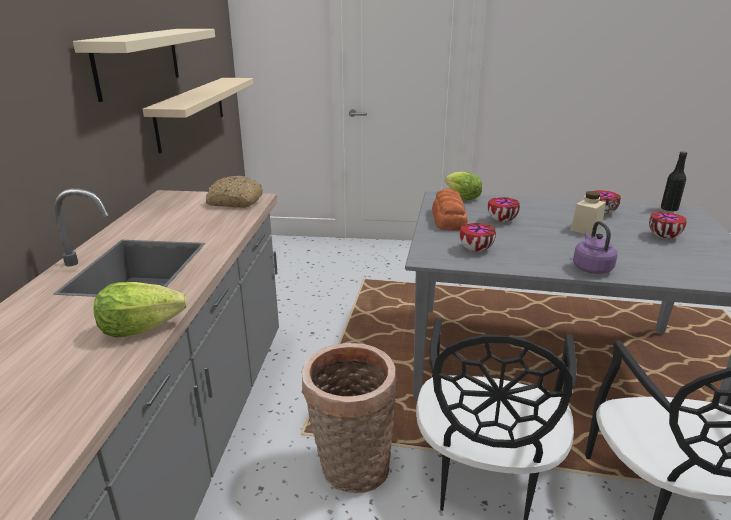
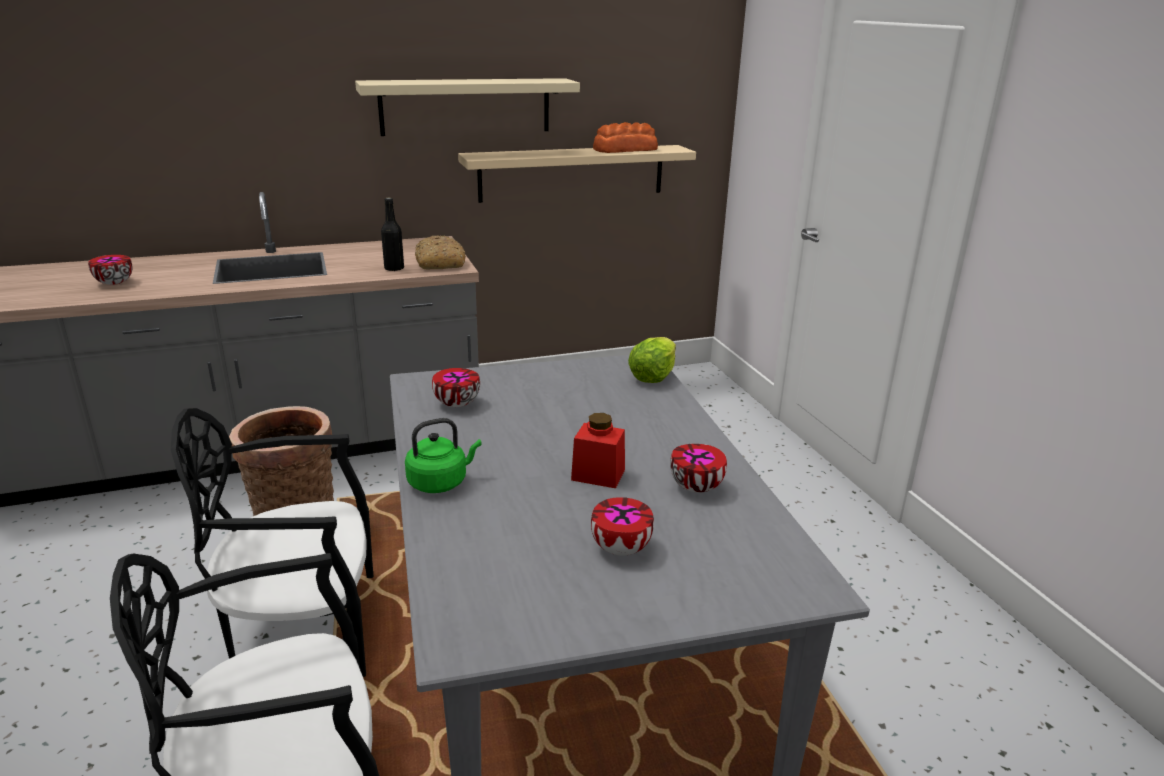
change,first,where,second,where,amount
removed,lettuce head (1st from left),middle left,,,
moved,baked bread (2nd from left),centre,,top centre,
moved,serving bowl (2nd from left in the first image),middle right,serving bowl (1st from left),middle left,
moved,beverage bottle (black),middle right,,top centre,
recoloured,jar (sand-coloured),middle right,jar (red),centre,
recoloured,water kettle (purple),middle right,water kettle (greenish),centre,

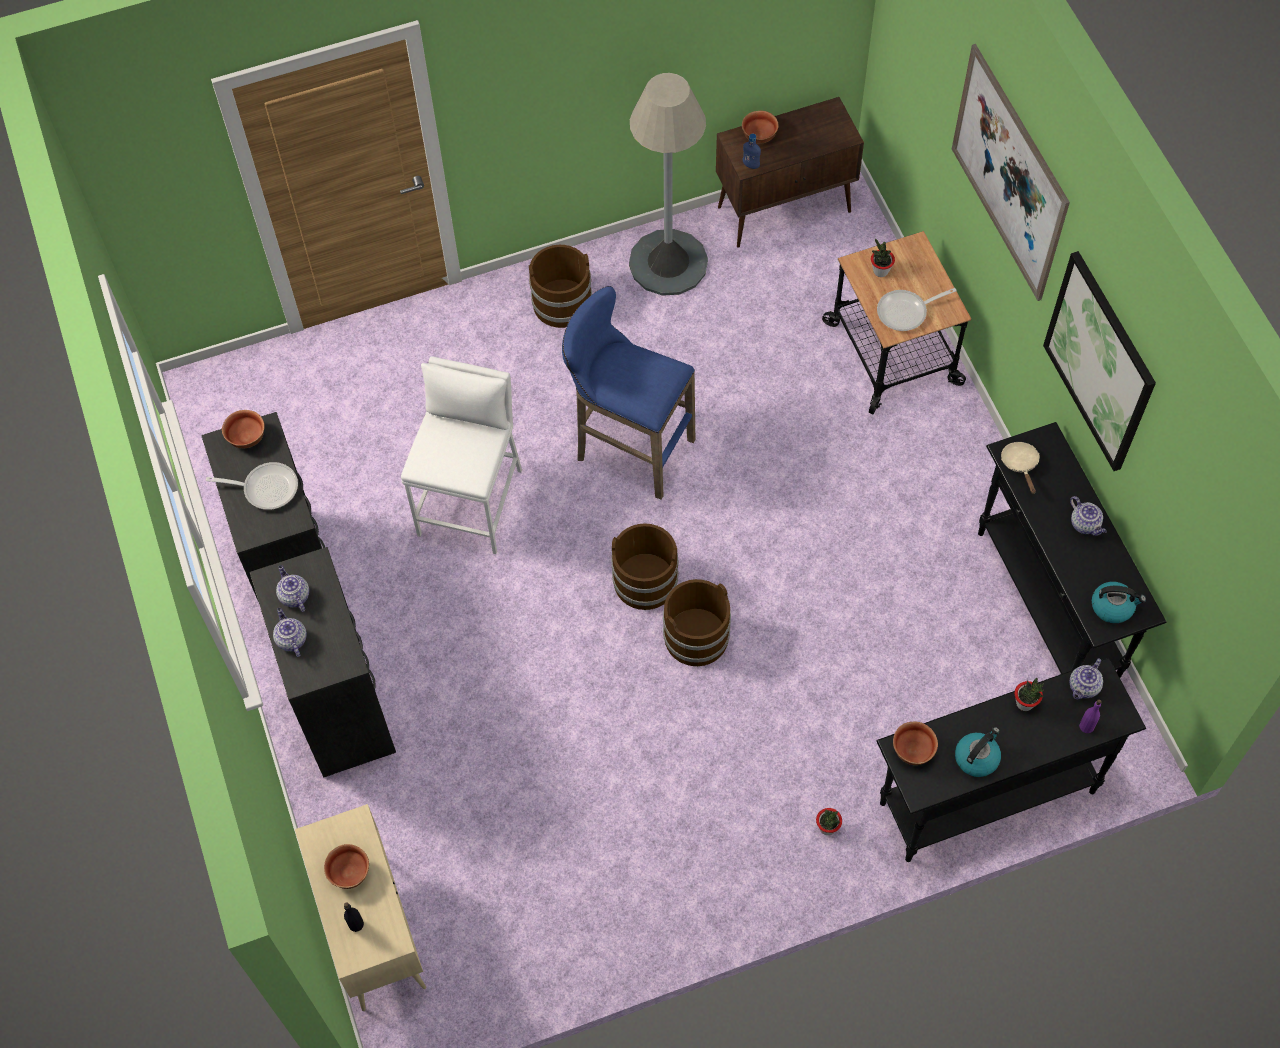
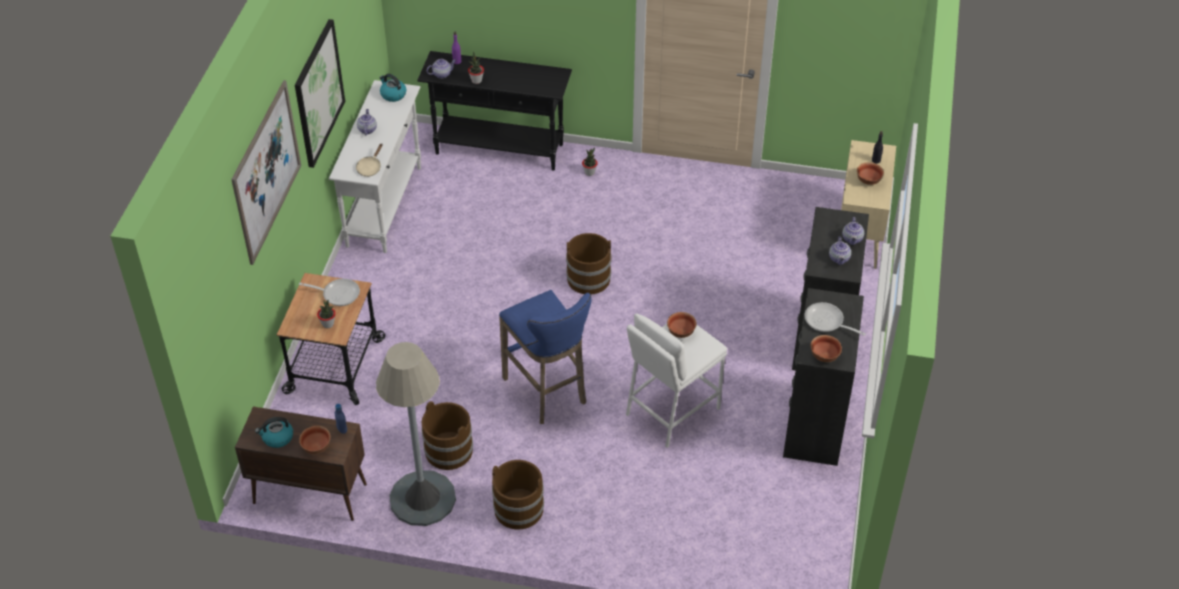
change,first,where,second,where,amount
moved,bucket (brown) (2nd from left in the first image),centre,bucket (brown) (1st from left),bottom centre,
moved,serving bowl (4th from left in the first image),bottom right,serving bowl (2nd from left),centre,
moved,water kettle (1st from left),bottom right,,bottom left,
recoloured,hall table (black) (2nd from left),middle right,hall table (white),top left,

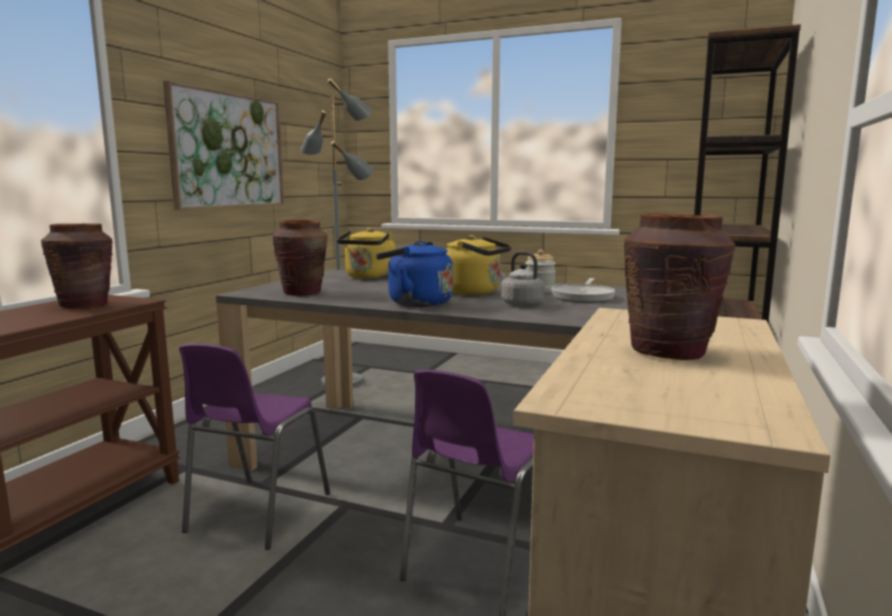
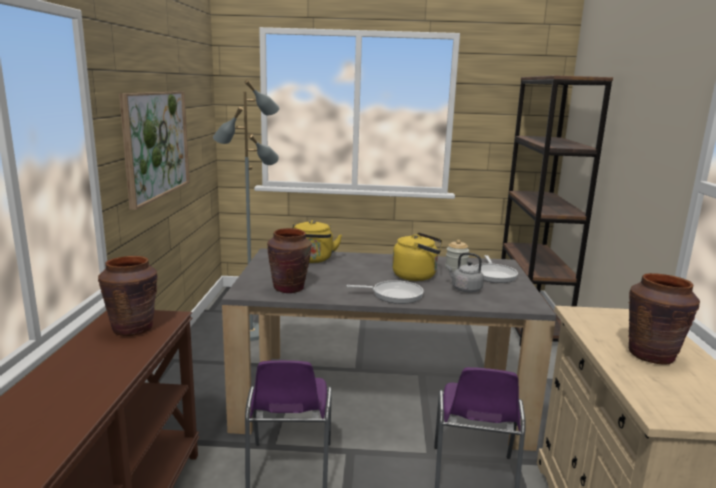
change,first,where,second,where,amount
replaced,water kettle (blue),centre,pan (1st from left),centre,

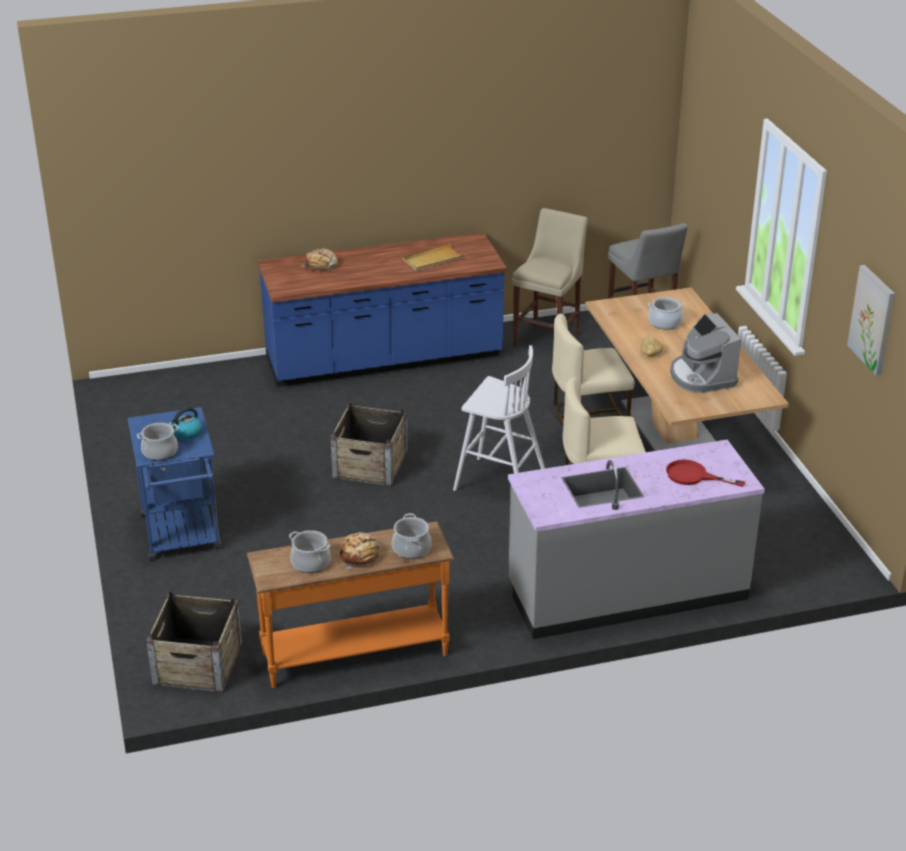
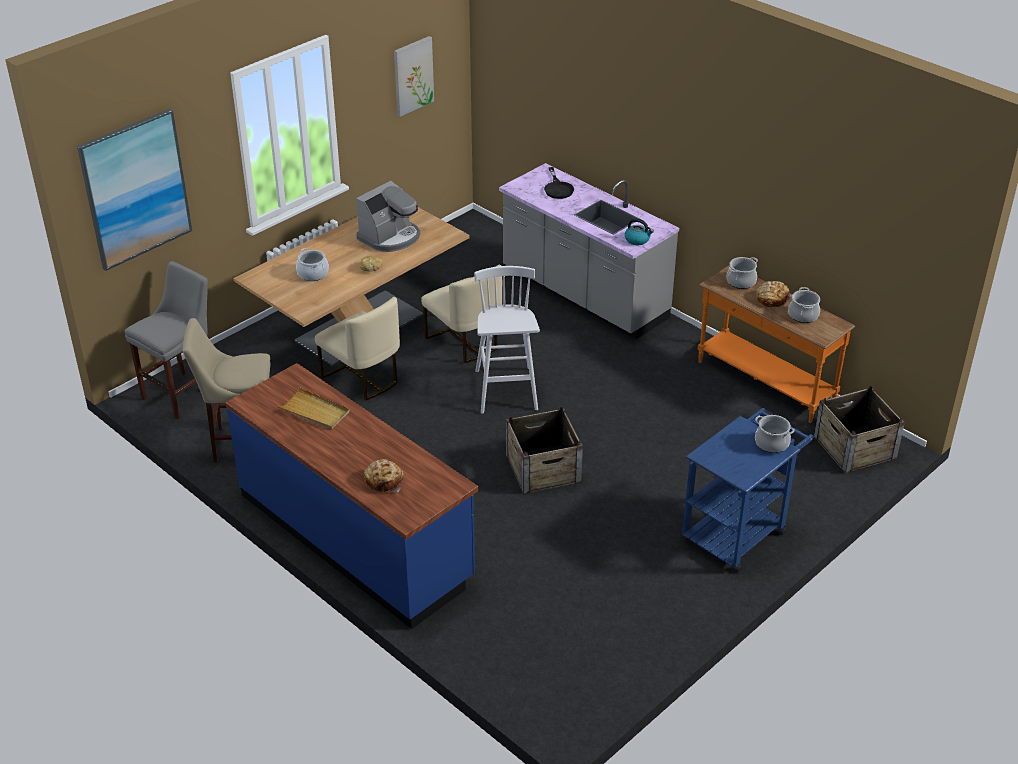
change,first,where,second,where,amount
added,,,picture (1st from left),top left,
moved,water kettle,middle left,,top centre,
recoloured,pan (red),middle right,pan (black),top centre,

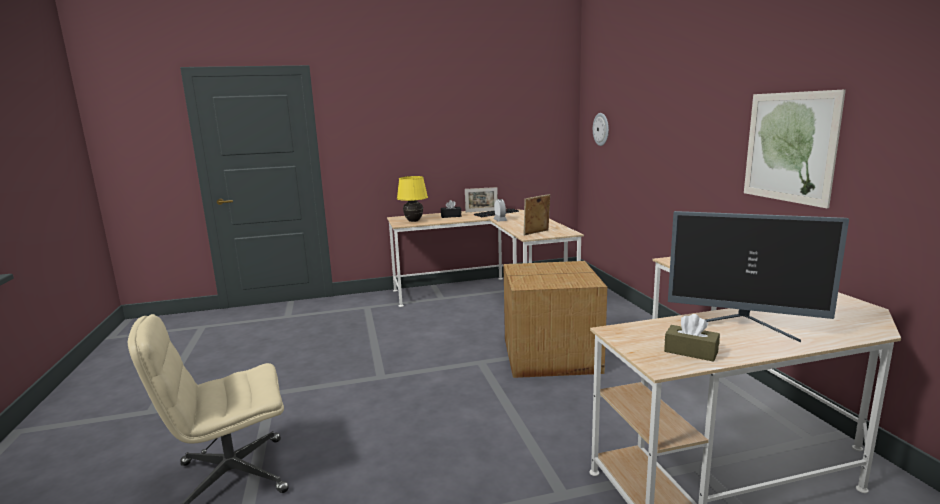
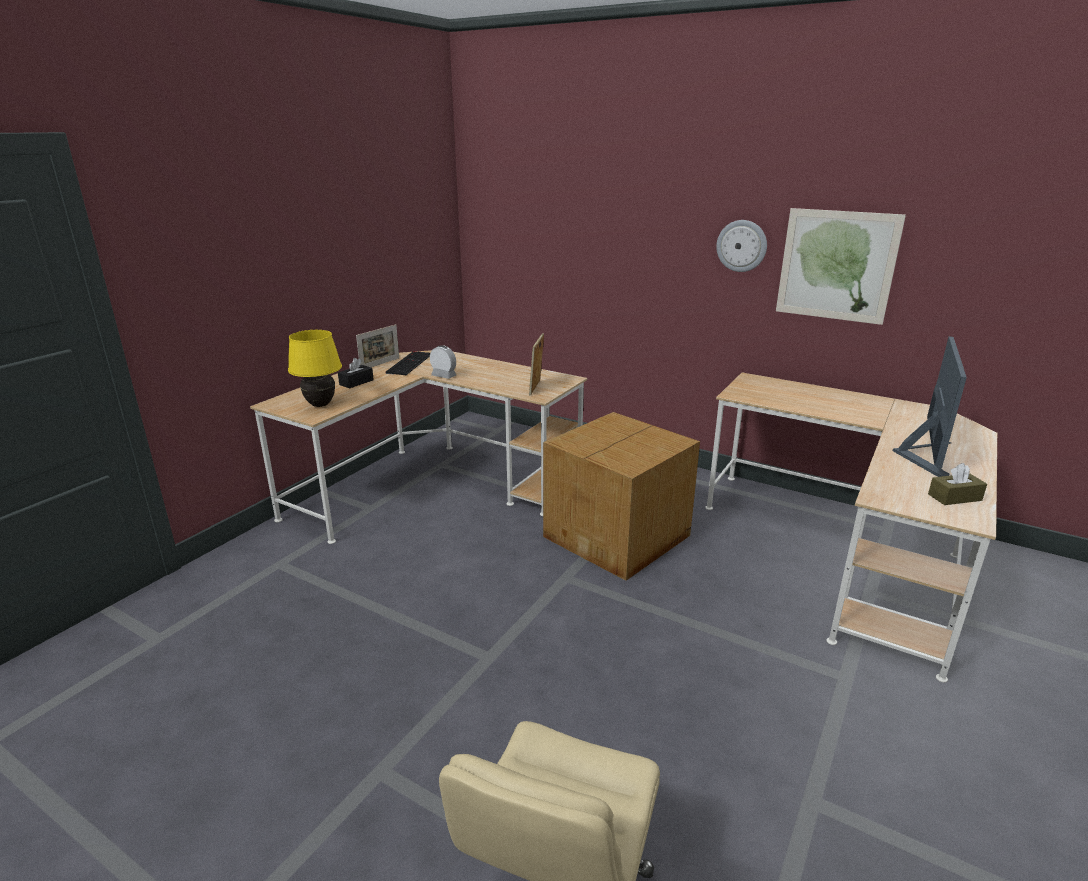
change,first,where,second,where,amount
moved,wall clock,top centre,,top right,
turned,computer screen,middle right,,middle right,45 degrees counterclockwise

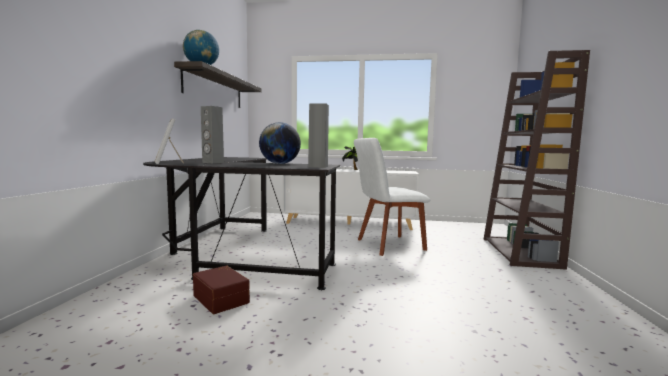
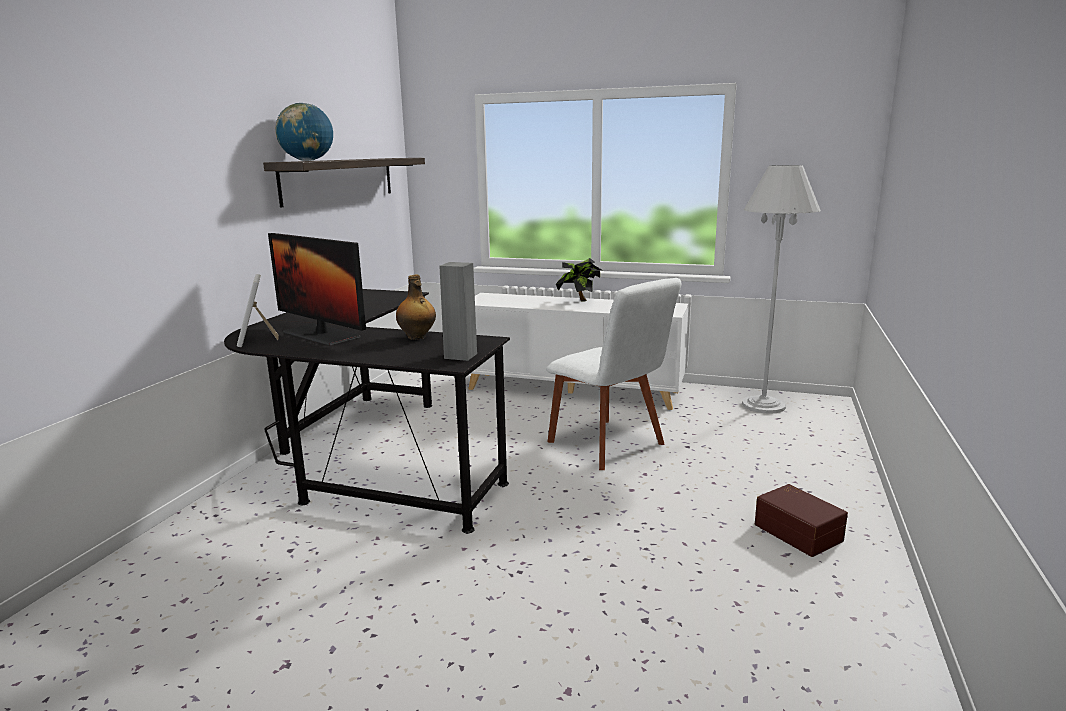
change,first,where,second,where,amount
removed,bookshelf (brown),middle right,,,
added,,,standing lamp (white),middle right,
moved,storage bin (brown),bottom left,,bottom right,
replaced,loudspeaker (greyish) (1st from left),middle left,computer screen,middle left,
replaced,globe (2nd from left),centre,beverage bottle,centre,
turned,plain chair (white),centre,,centre,120 degrees counterclockwise

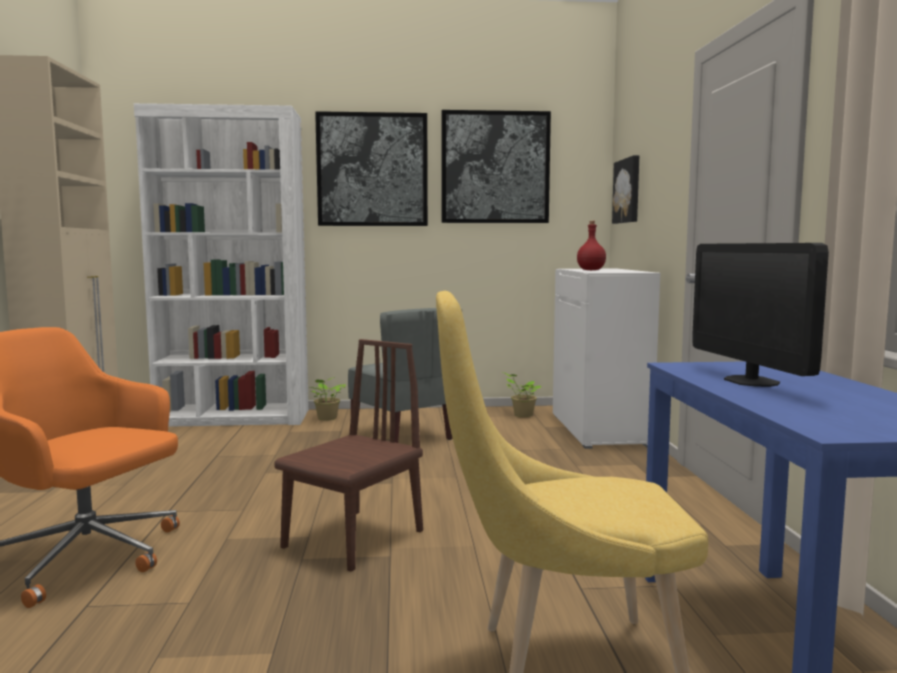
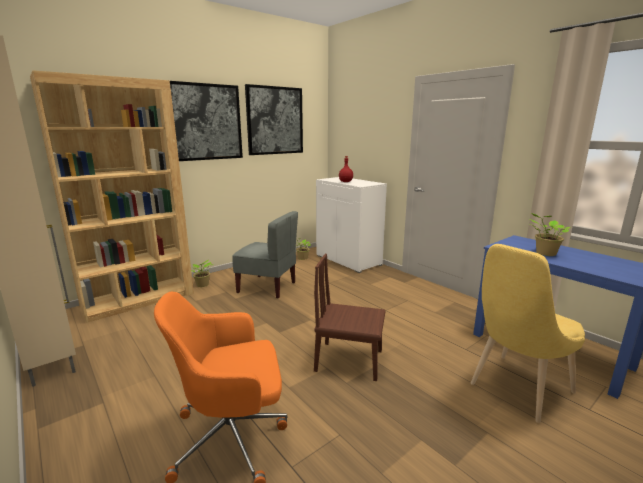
change,first,where,second,where,amount
removed,picture (3rd from left),top right,,,
replaced,computer screen,middle right,houseplant (3rd from left),middle right,
recoloured,bookshelf (white),middle left,bookshelf (brown),middle left,
turned,plain chair (brown),bottom centre,,centre,75 degrees counterclockwise

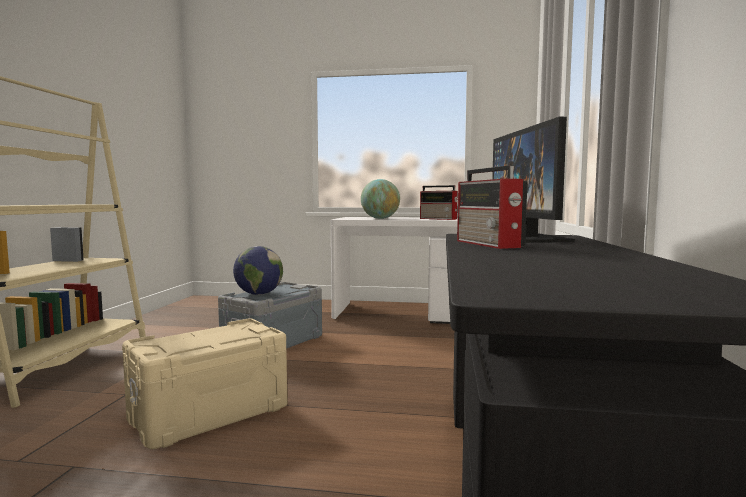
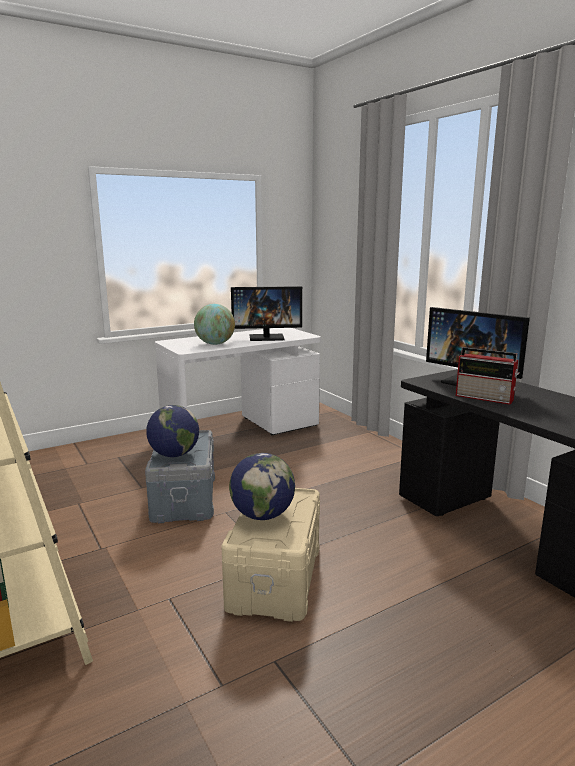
change,first,where,second,where,amount
added,,,globe (3rd from left),centre,
replaced,radio receiver (1st from left),centre,computer screen (1st from left),centre,

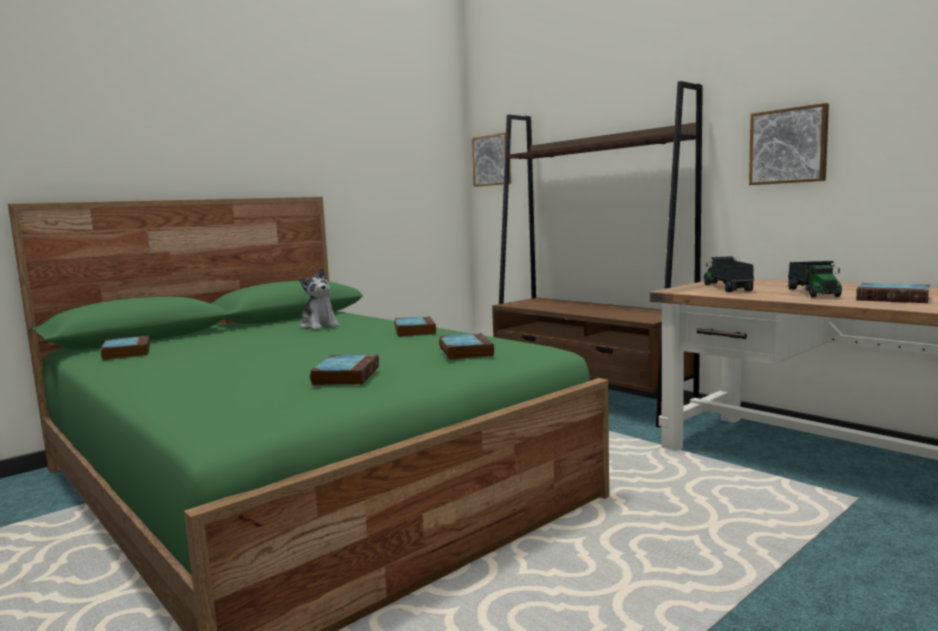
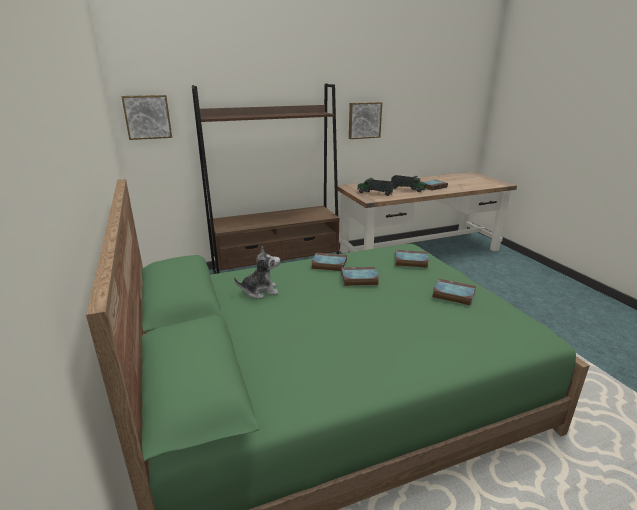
change,first,where,second,where,amount
moved,book (1st from left in the first image),middle left,book (2nd from left),centre,

